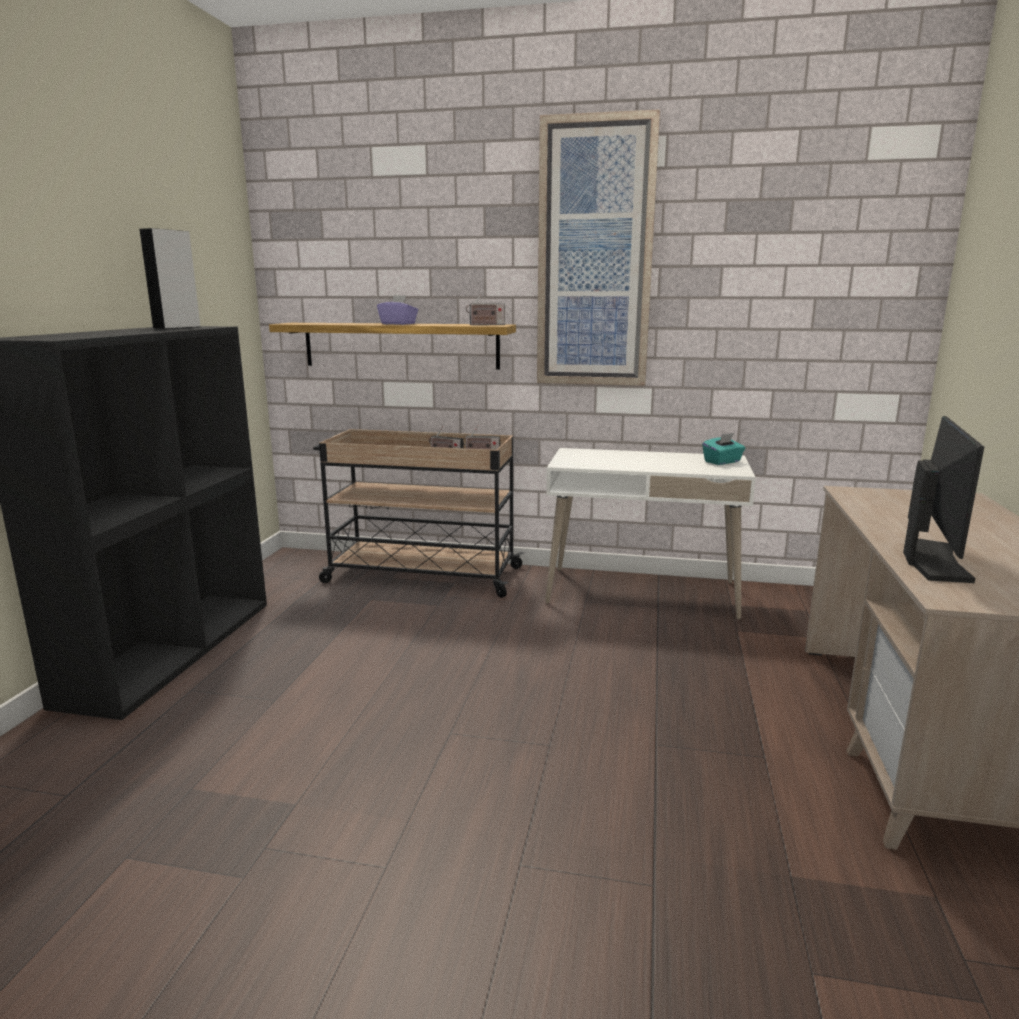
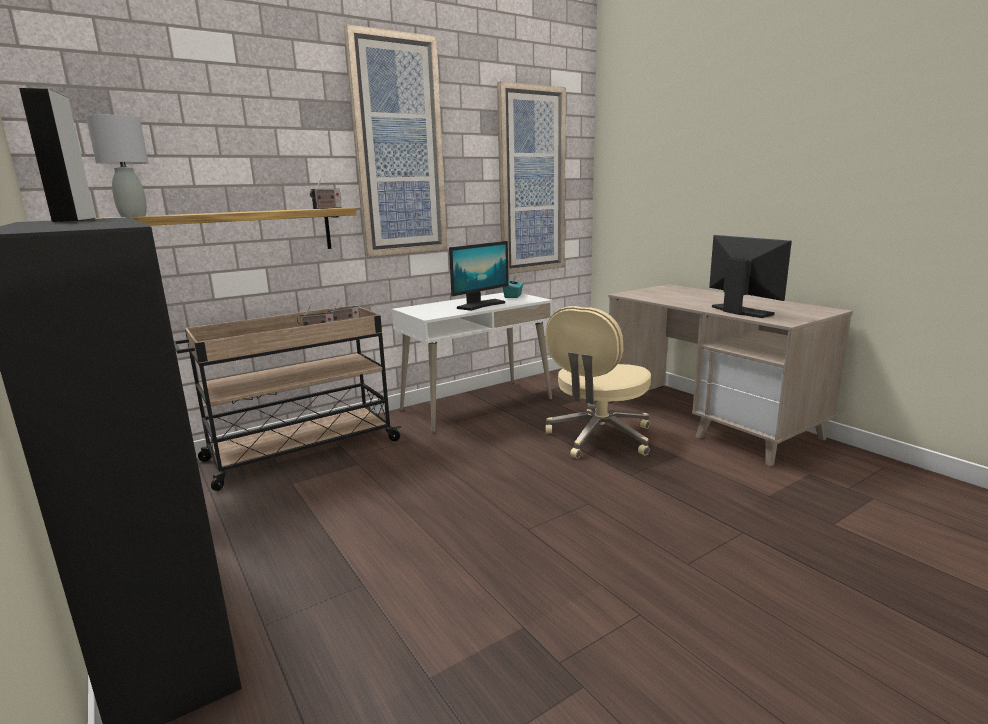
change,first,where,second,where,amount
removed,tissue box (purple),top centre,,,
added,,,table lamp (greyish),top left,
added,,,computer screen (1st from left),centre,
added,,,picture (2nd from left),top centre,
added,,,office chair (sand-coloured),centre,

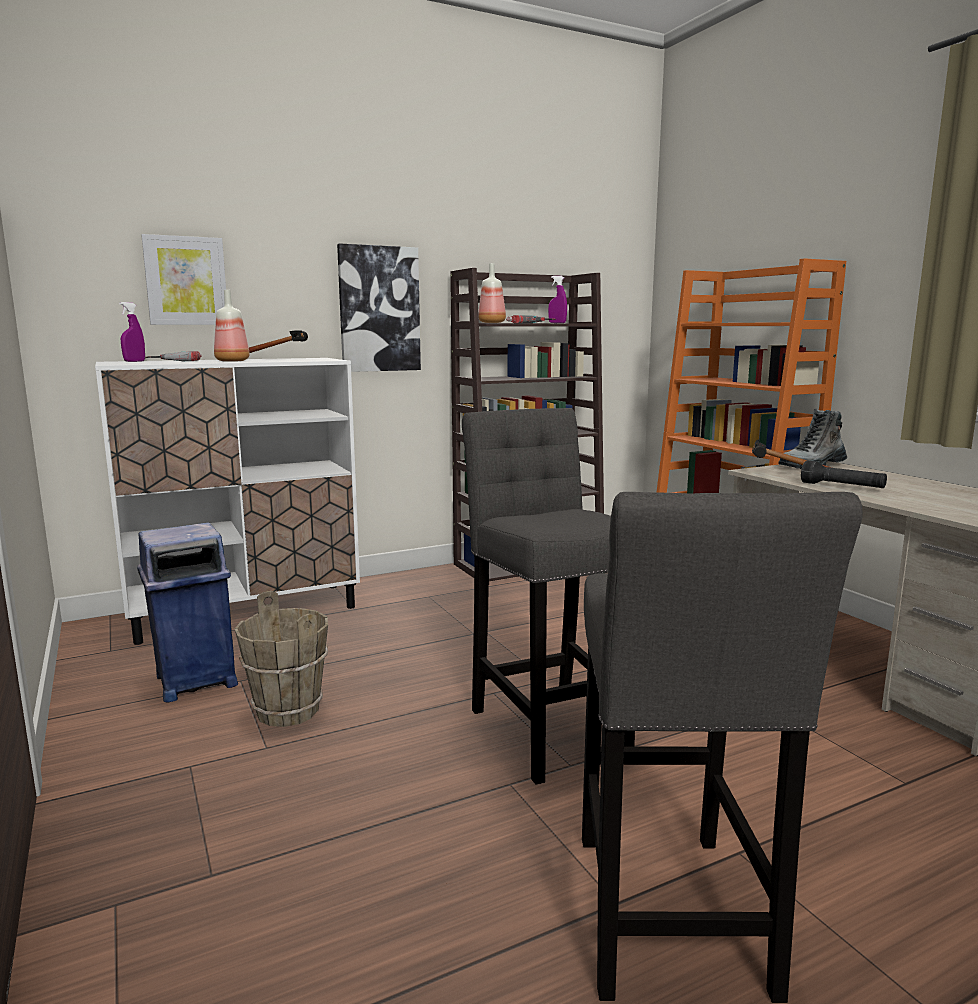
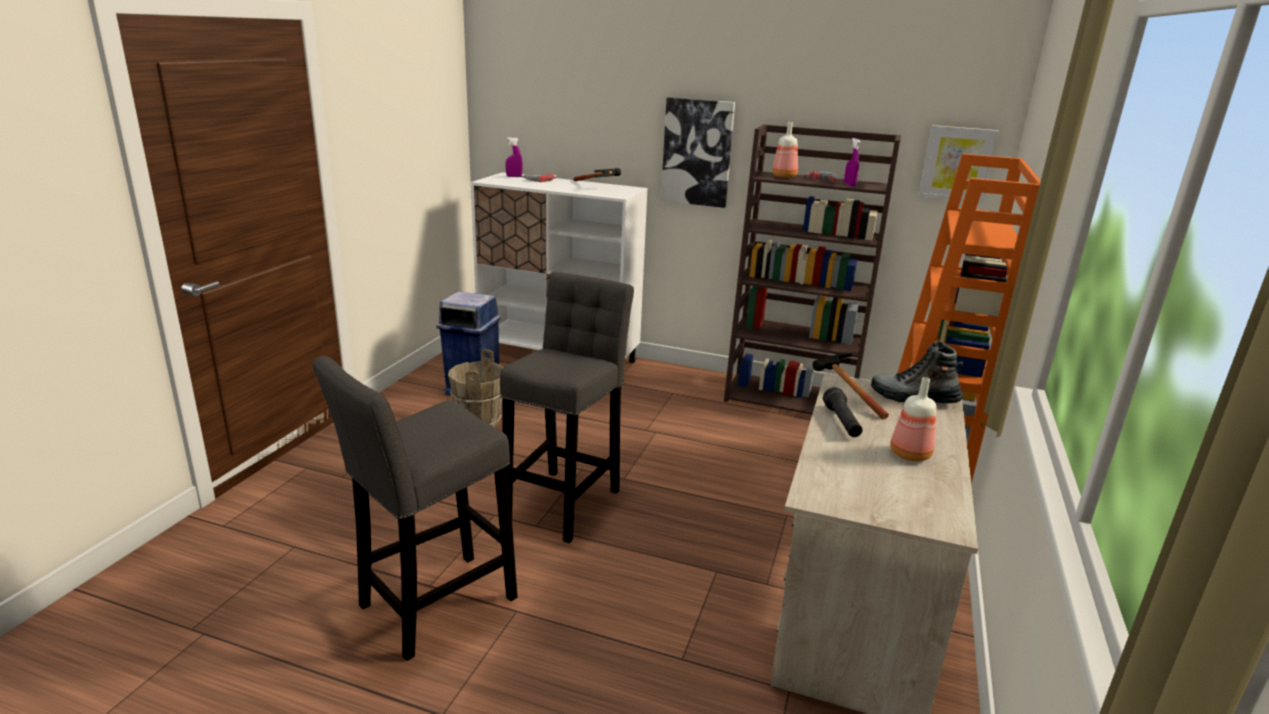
change,first,where,second,where,amount
moved,picture (1st from left in the first image),top left,picture (2nd from left),top right,
moved,beverage bottle (1st from left in the first image),top left,beverage bottle (2nd from left),middle right,

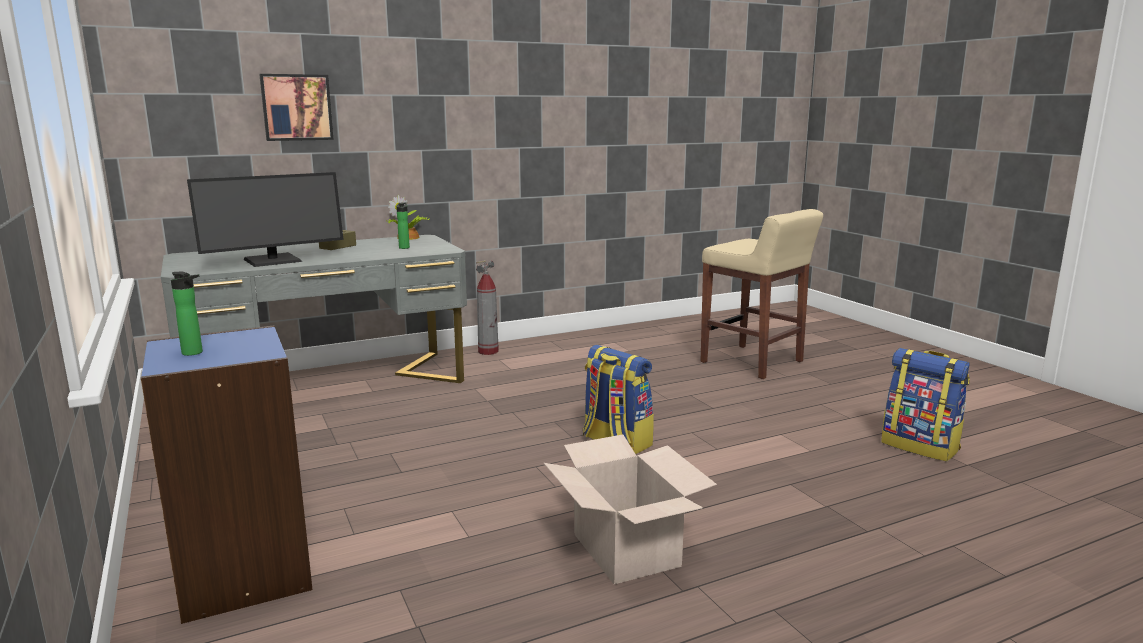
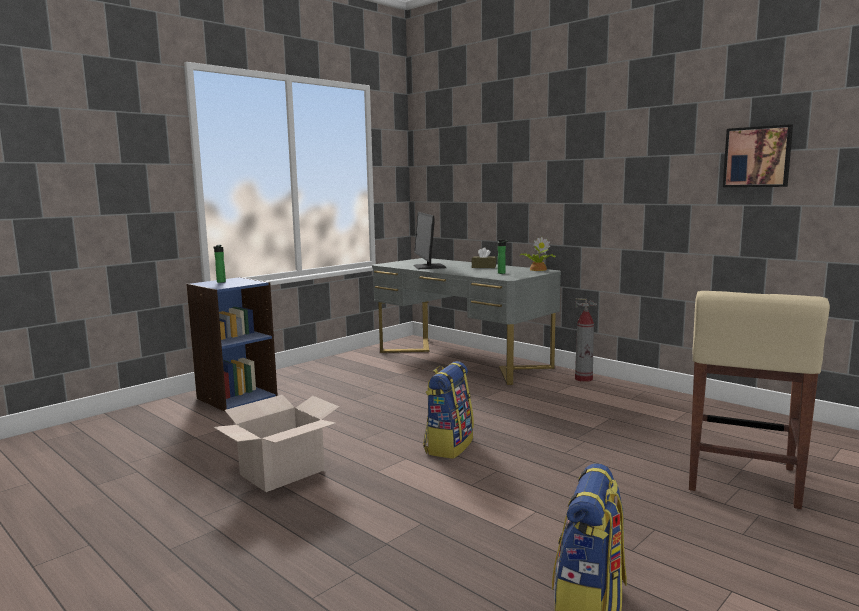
change,first,where,second,where,amount
moved,picture,top left,,top right,
turned,computer screen,middle left,,centre,45 degrees clockwise

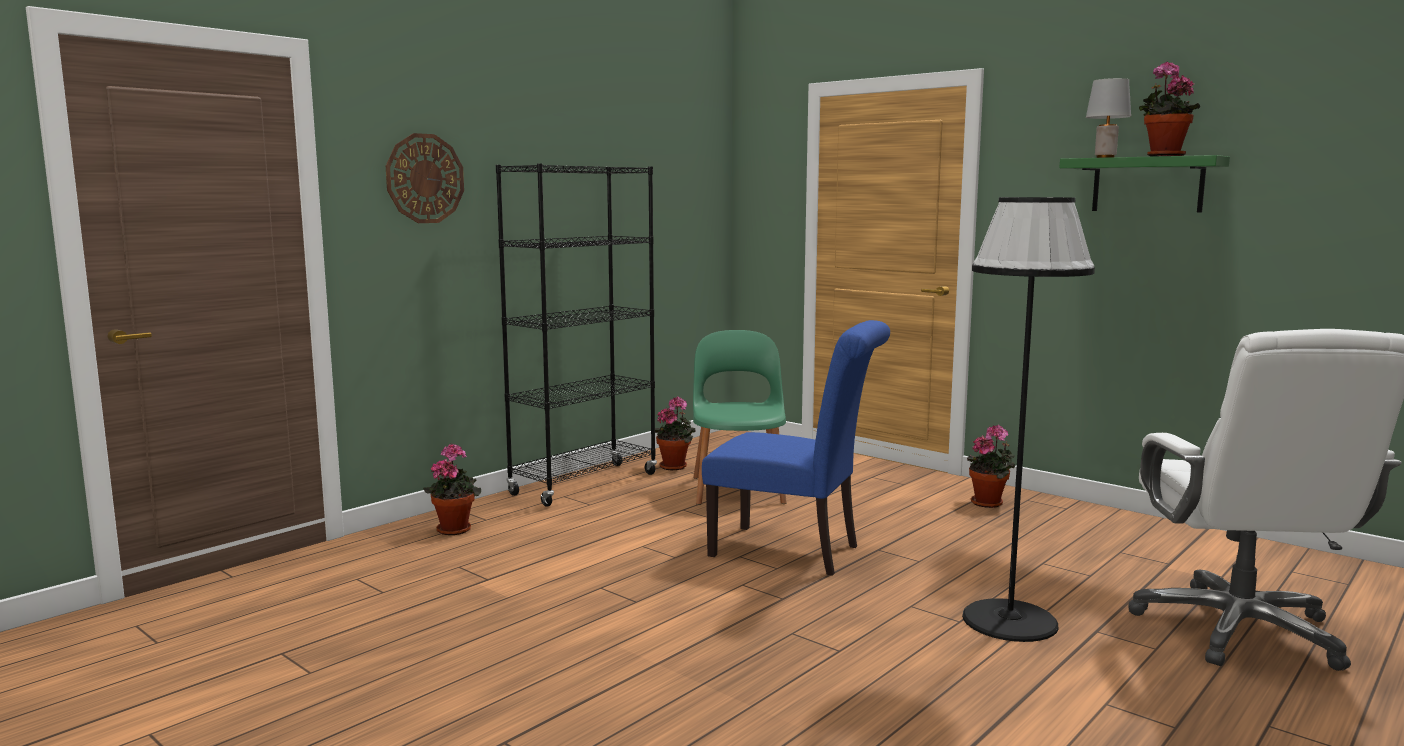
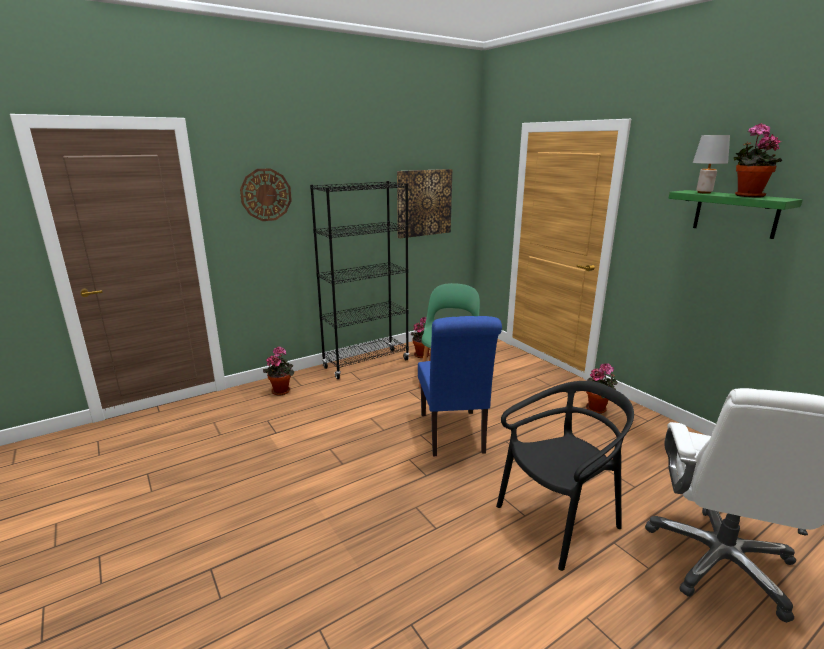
change,first,where,second,where,amount
added,,,picture,top centre,
replaced,standing lamp (black),middle right,plain chair (black),bottom right,
turned,plain chair (blue),centre,,centre,45 degrees clockwise

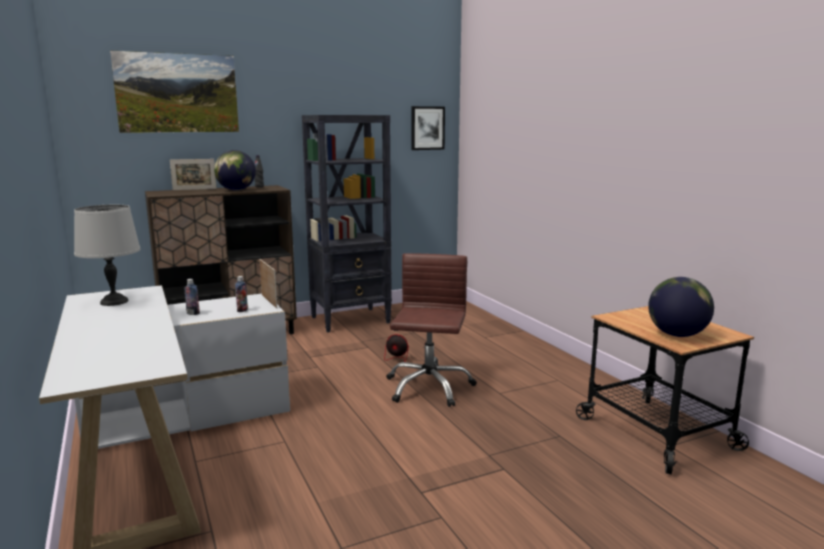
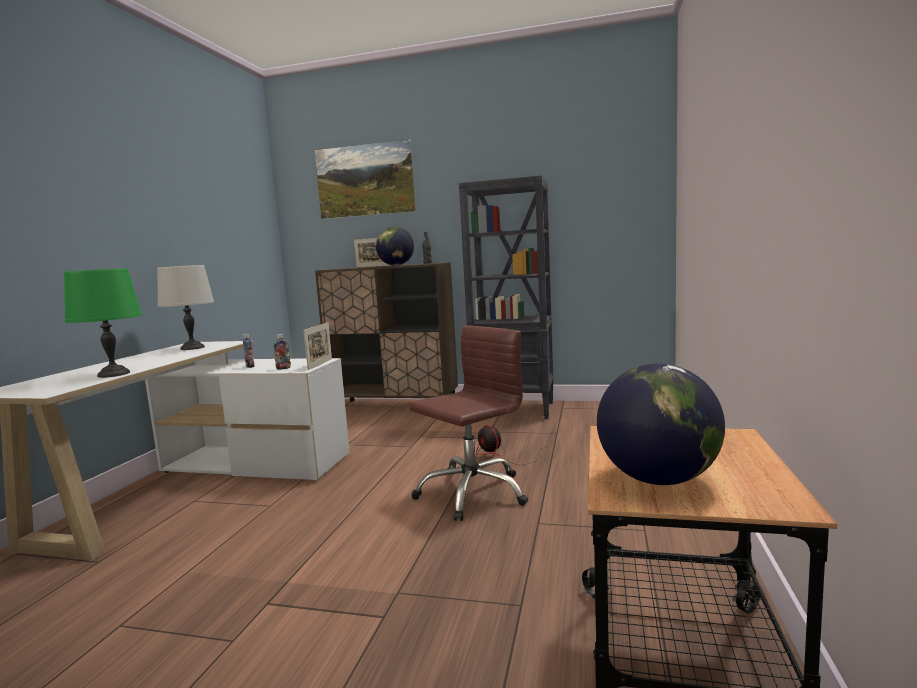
change,first,where,second,where,amount
removed,picture (2nd from left),top centre,,,
added,,,table lamp (greenish),middle left,

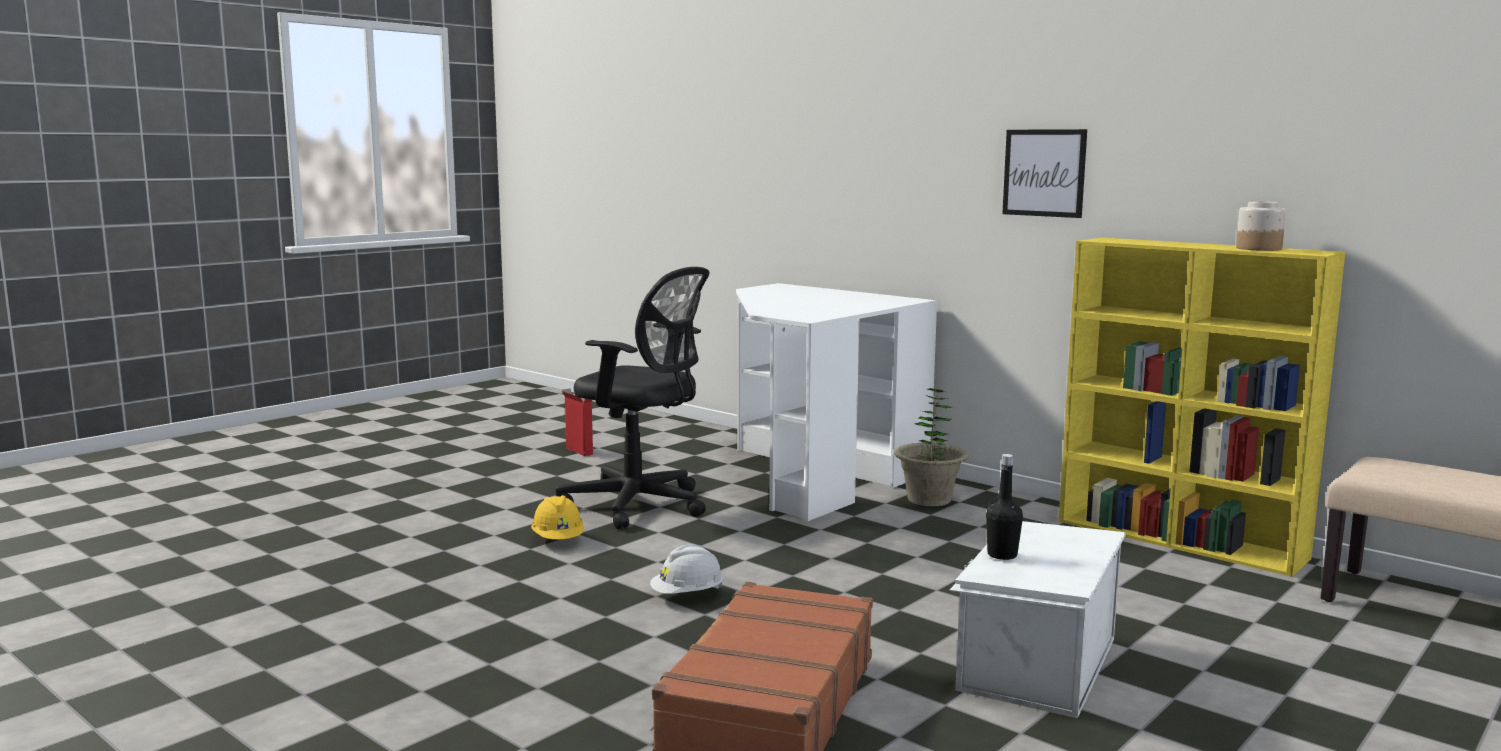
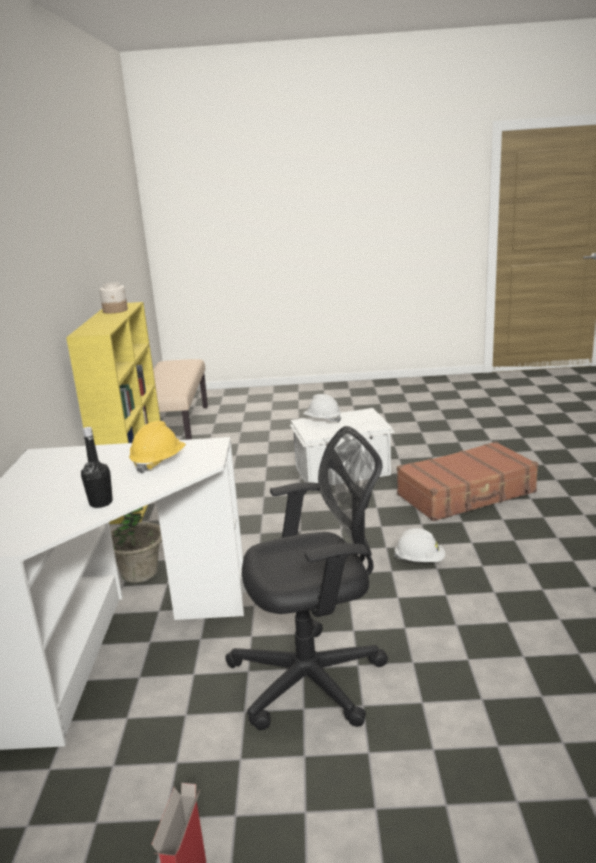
change,first,where,second,where,amount
removed,picture,top right,,,
added,,,safety helmet (white) (1st from left),centre,
moved,safety helmet (yellow-coloured),bottom centre,,middle left,
moved,beverage bottle (black),bottom right,,middle left,
turned,office chair (black),centre,,bottom centre,90 degrees clockwise

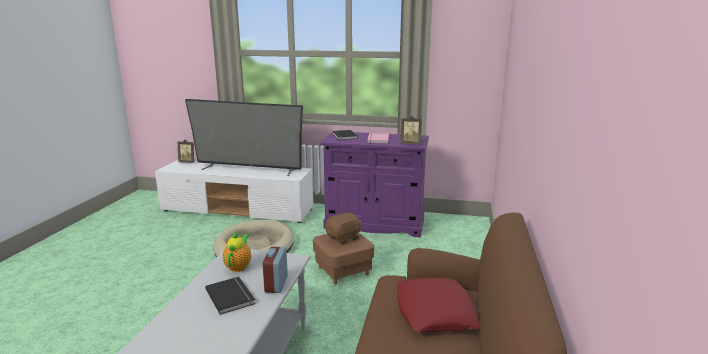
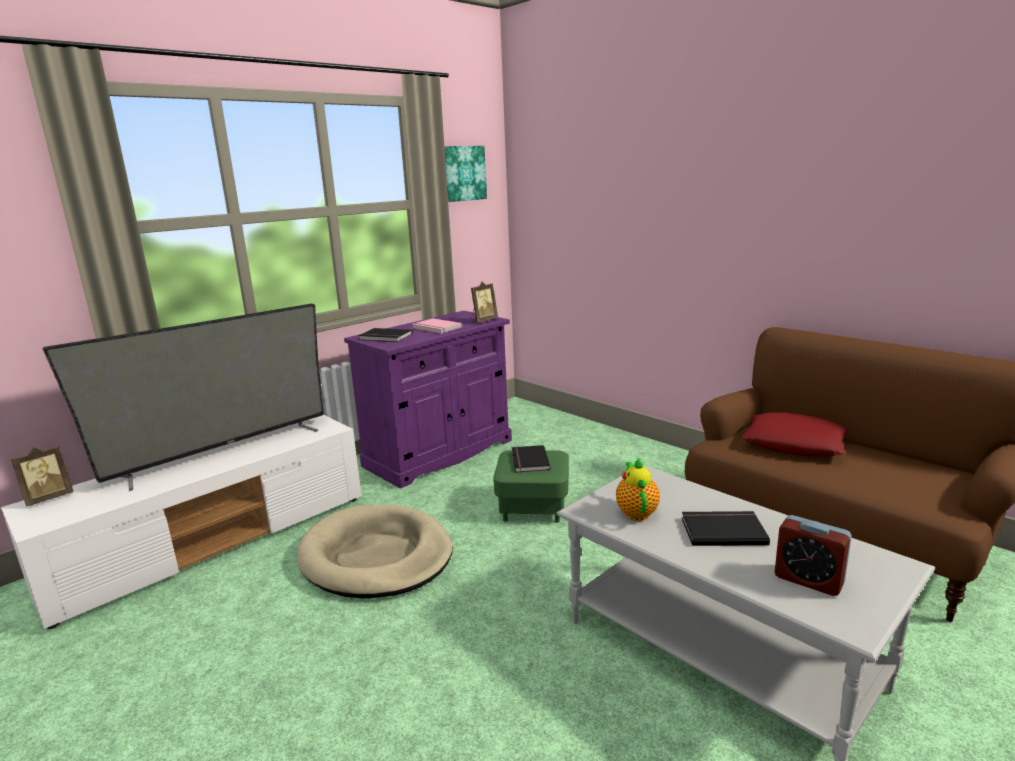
change,first,where,second,where,amount
added,,,picture,top centre,
moved,alarm clock,bottom centre,,bottom right,
replaced,cuddly toy (brown),centre,book (black) (2nd from left),centre,
recoloured,ottoman (brown),bottom centre,ottoman (greenish),centre,
turned,tea pot,bottom centre,,centre,45 degrees clockwise

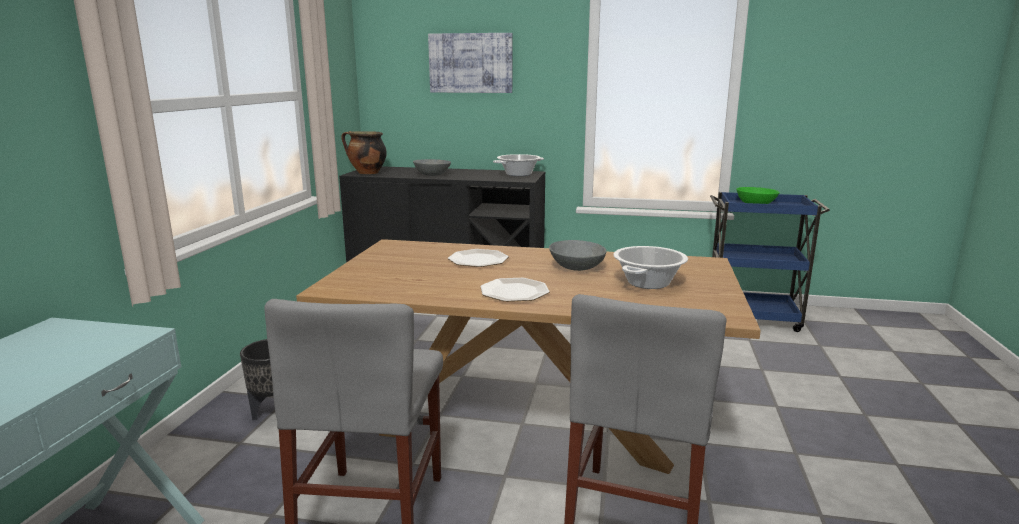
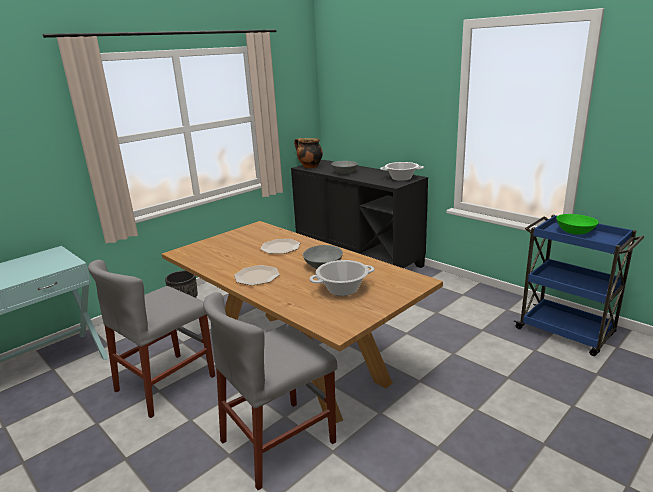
change,first,where,second,where,amount
removed,picture,top centre,,,

